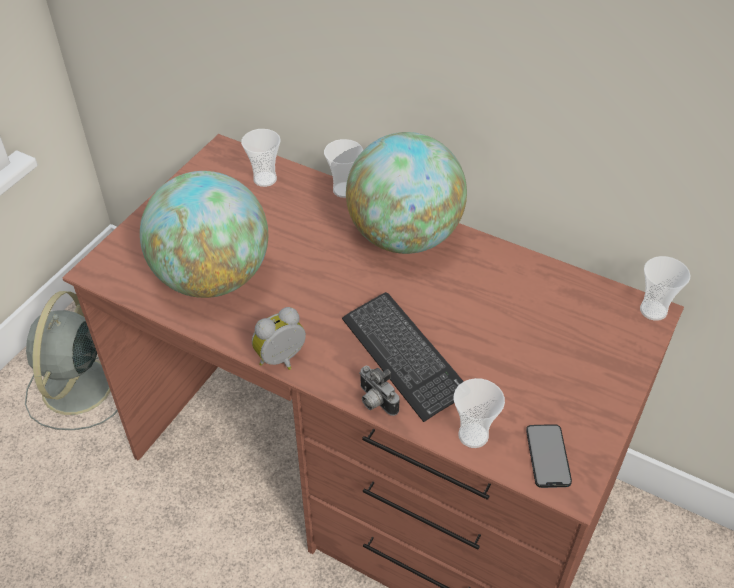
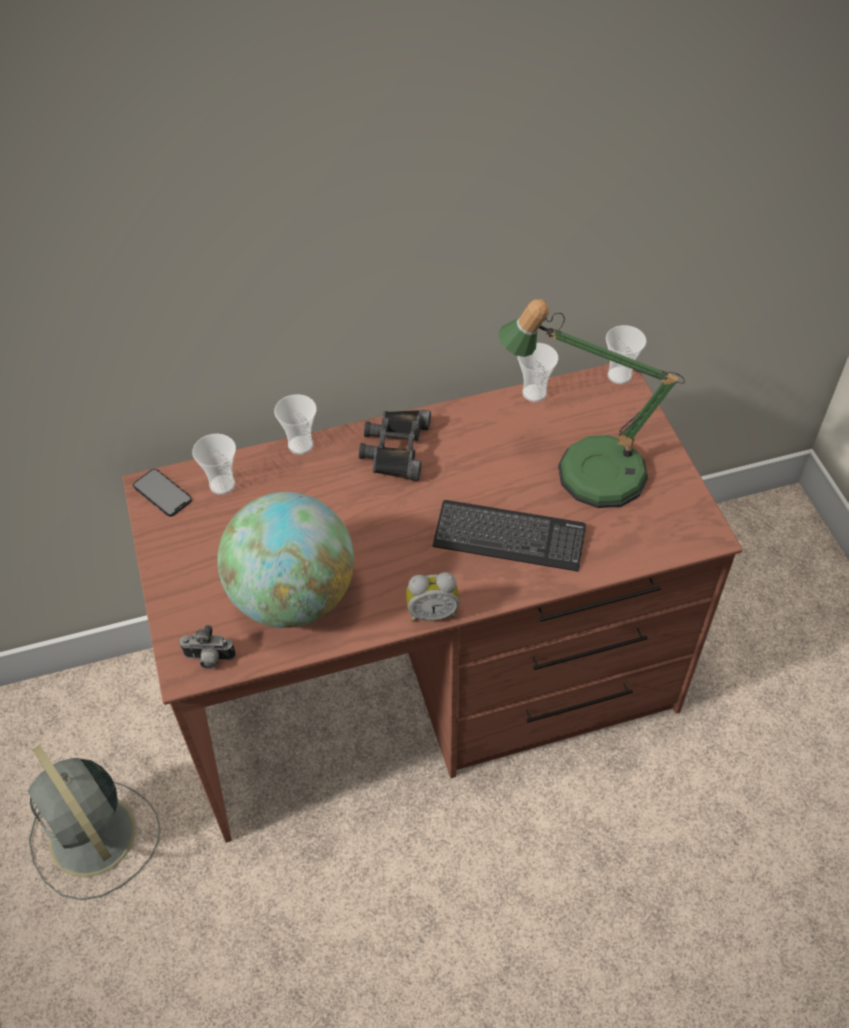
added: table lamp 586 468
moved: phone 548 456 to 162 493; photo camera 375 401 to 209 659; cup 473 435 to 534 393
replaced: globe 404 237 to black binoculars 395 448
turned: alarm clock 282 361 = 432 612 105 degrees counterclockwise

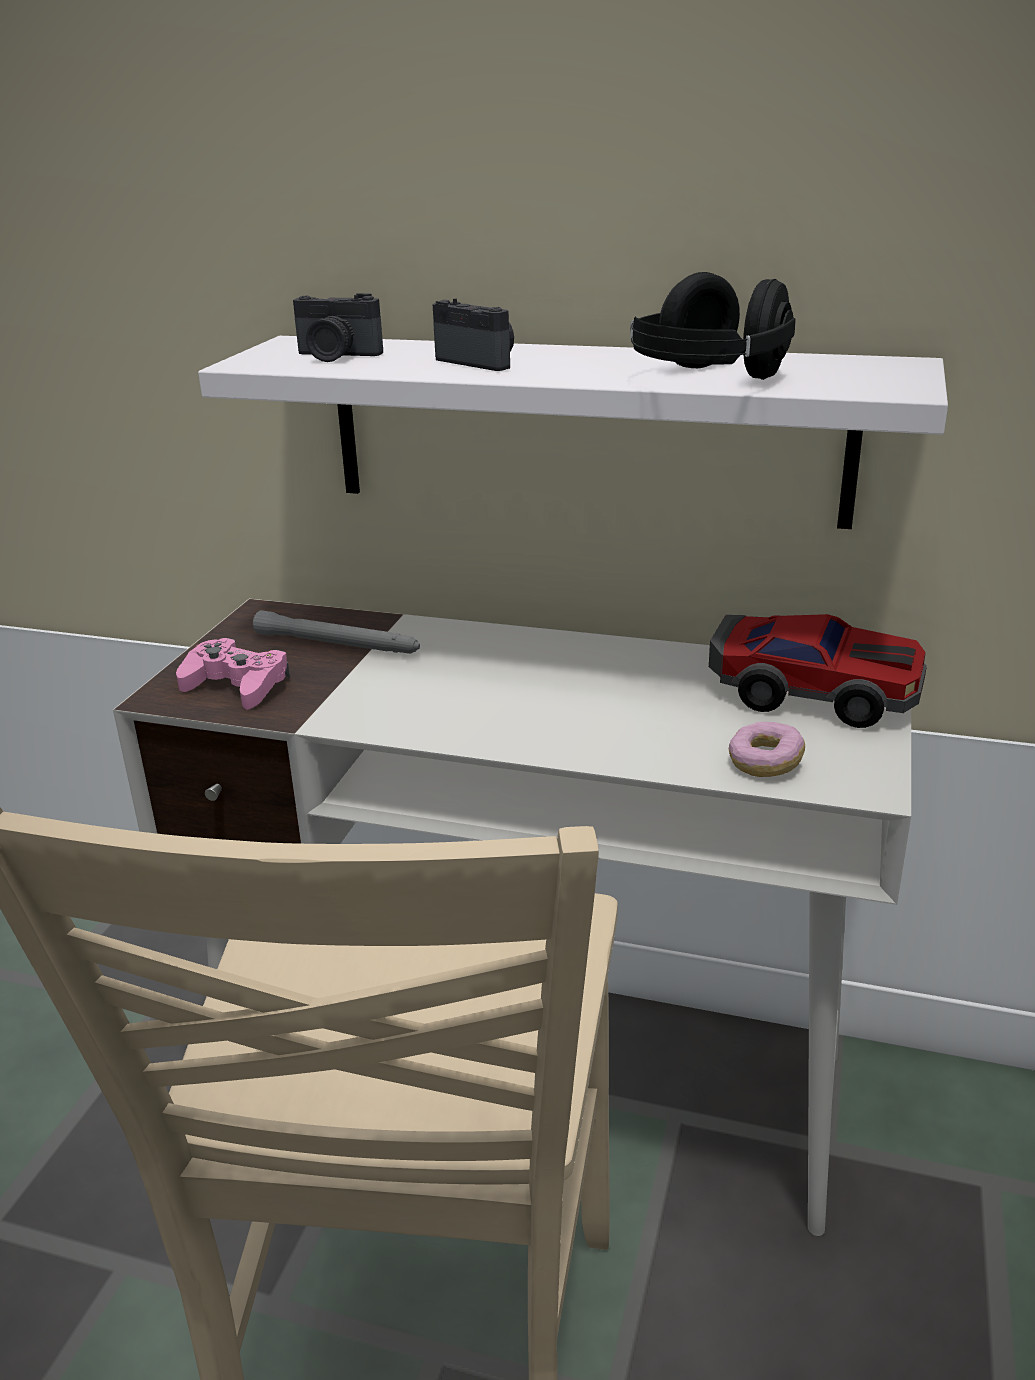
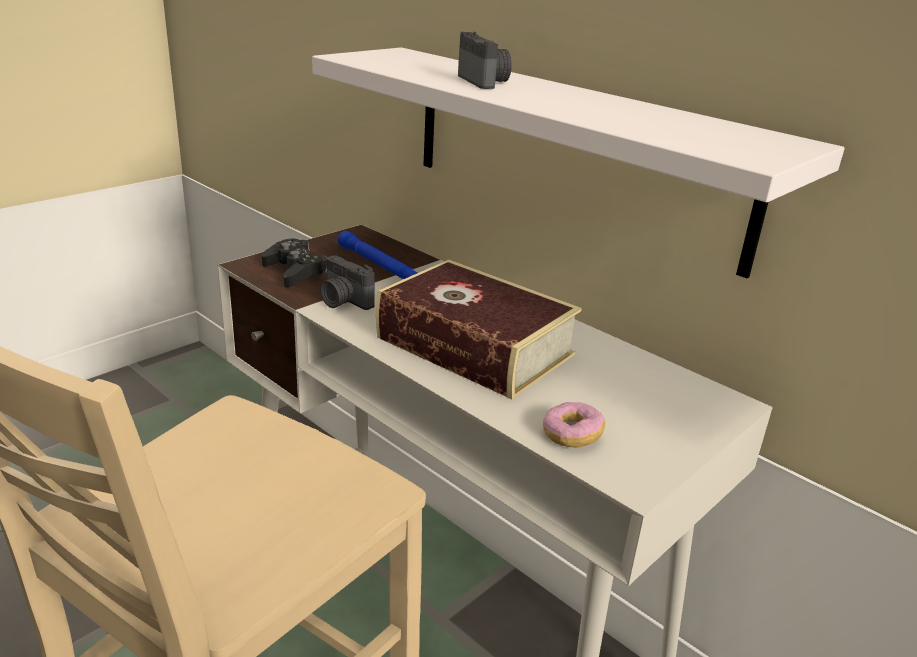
removed: black headphones 709 379; toy car 814 691
added: book 474 346
moved: photo camera 336 356 to 343 301
recoloured: pink game controller 236 685 to black game controller 295 271; grey flashlight 338 644 to blue flashlight 379 266

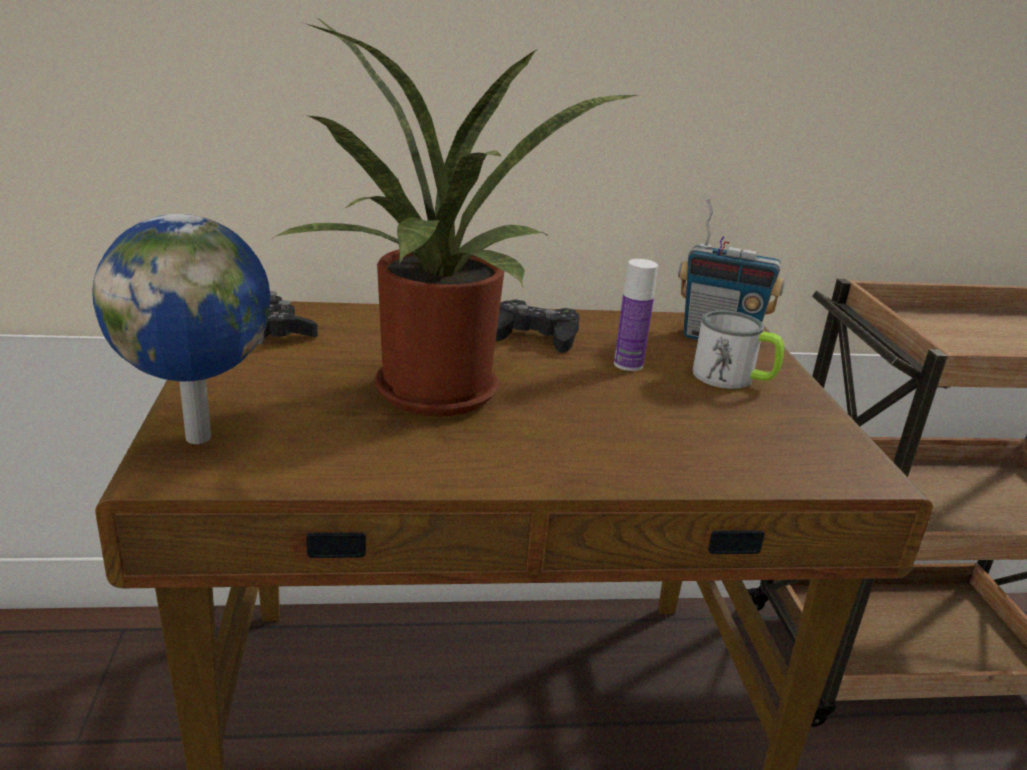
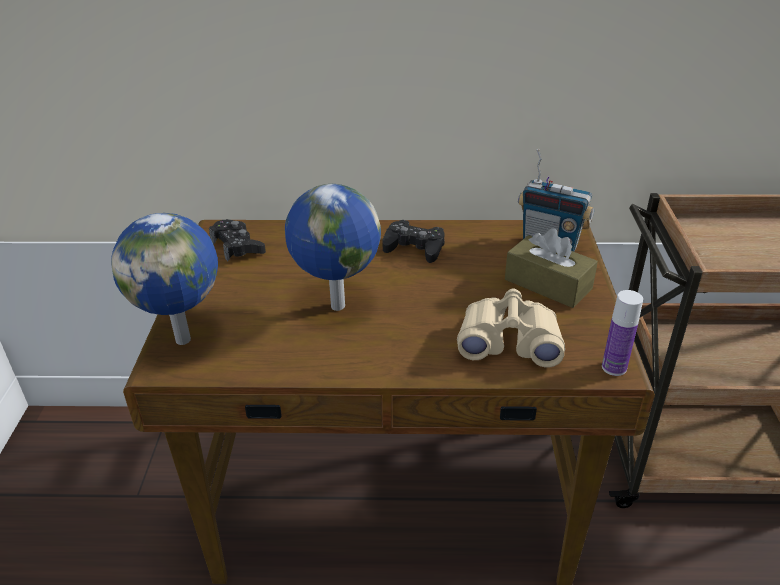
added: beige binoculars 509 341
moved: bottle 628 364 to 614 367
replaced: potted plant 437 399 to globe 336 306; mug 733 378 to brown tissue box 548 284

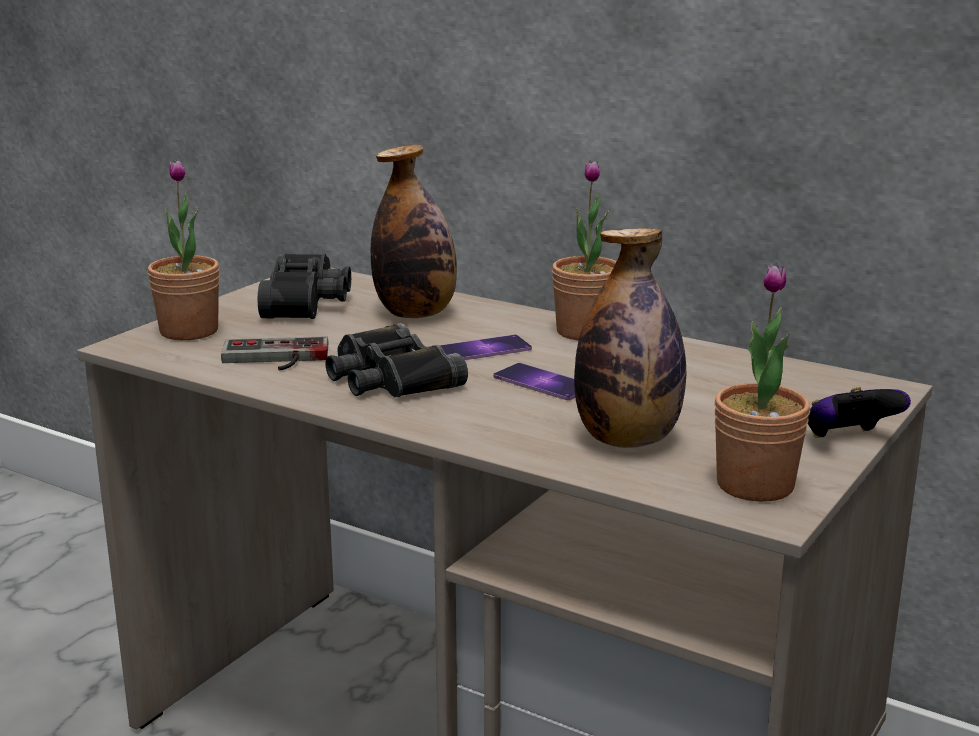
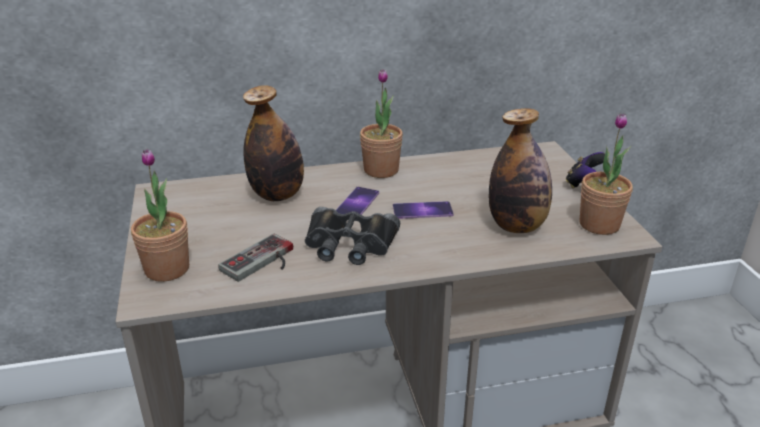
removed: black binoculars 309 304

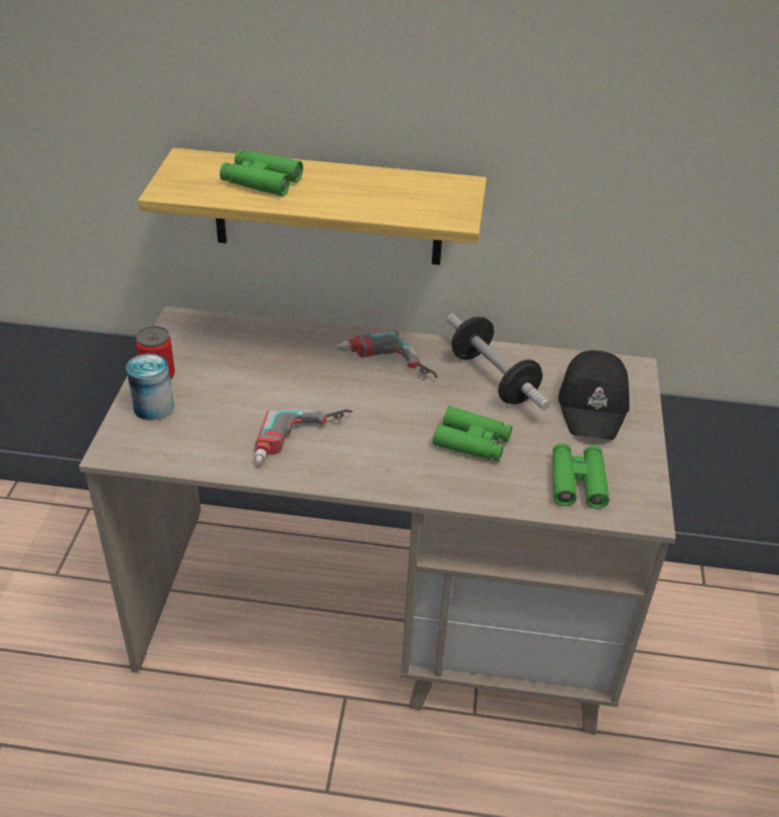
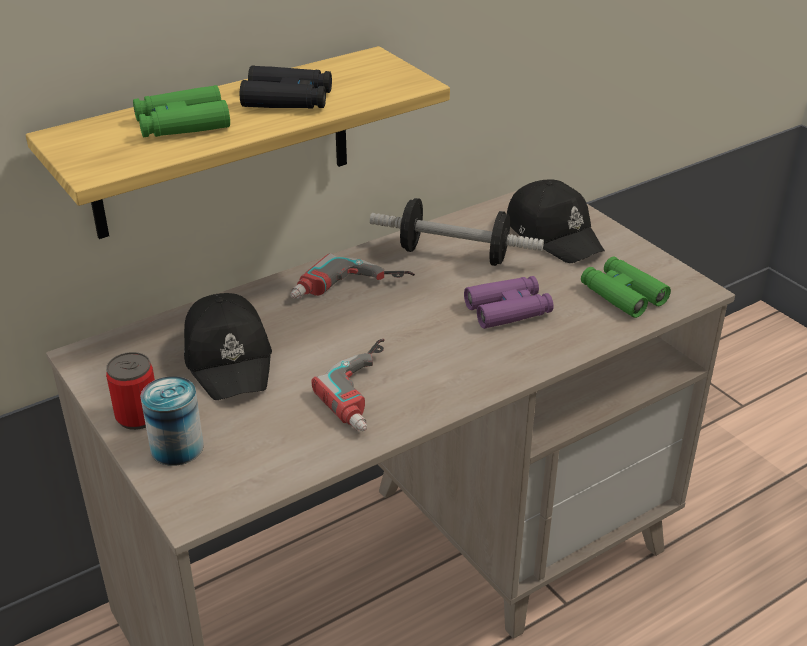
added: black cap 229 358; black binoculars 288 99
recoloured: green binoculars 472 442 to purple binoculars 508 310

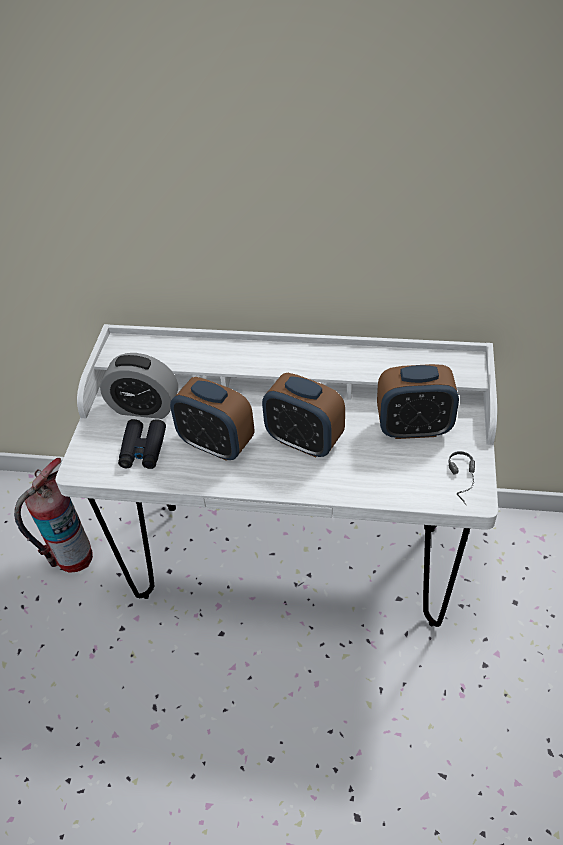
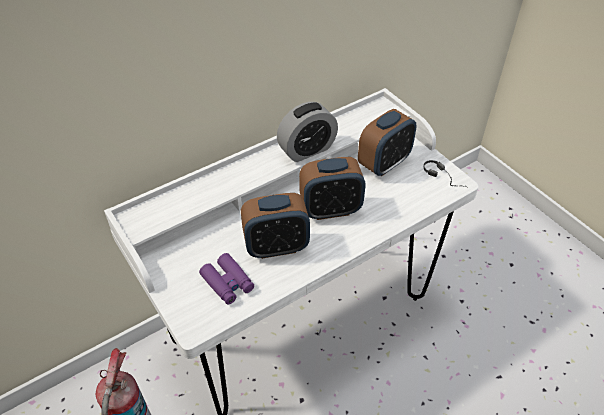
moved: alarm clock 144 407 to 307 150
recoloured: black binoculars 143 449 to purple binoculars 228 283

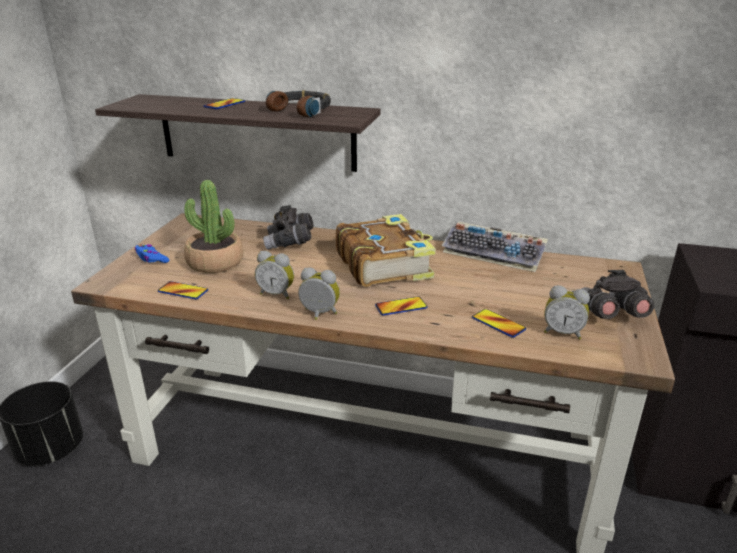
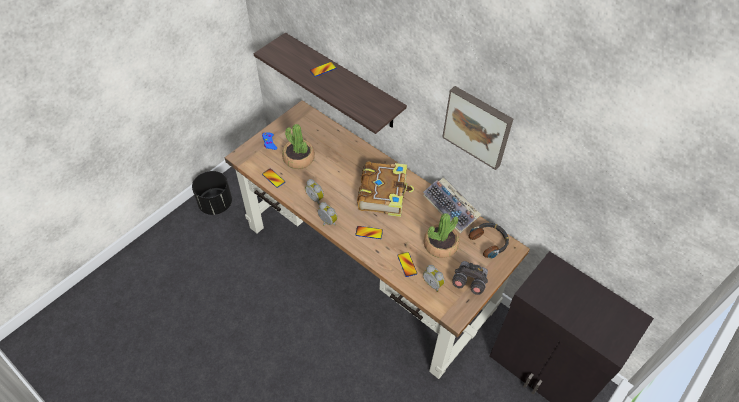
removed: grey binoculars 290 243
added: potted plant 440 245; picture 478 126
moved: headphones 301 110 to 489 241

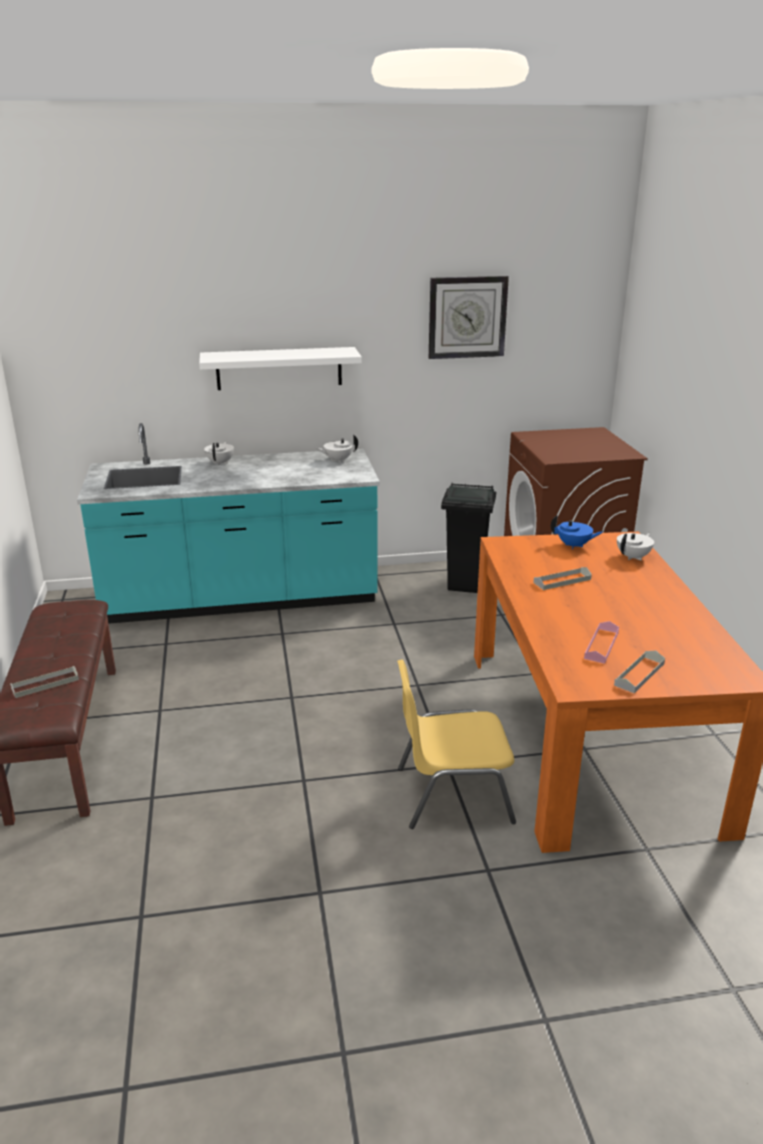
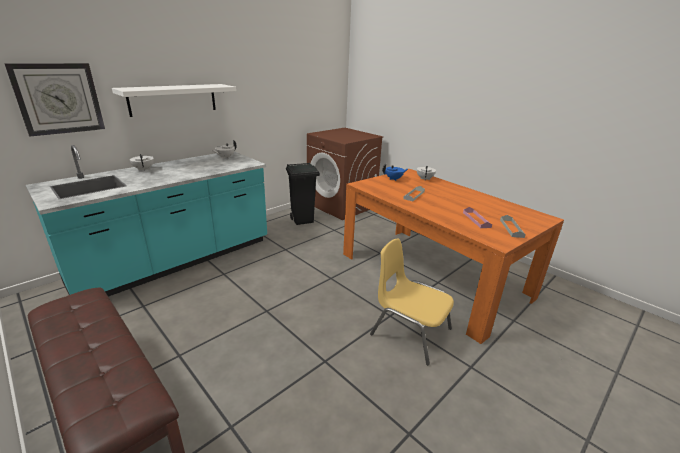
removed: grey tray 45 684
moved: wall clock 467 317 to 58 98
turned: yellow chair 451 794 = 409 331 75 degrees clockwise

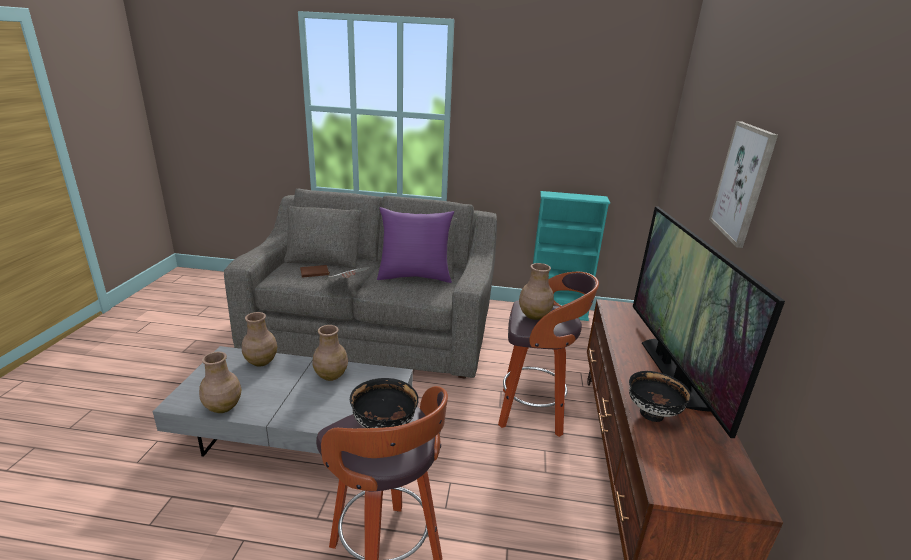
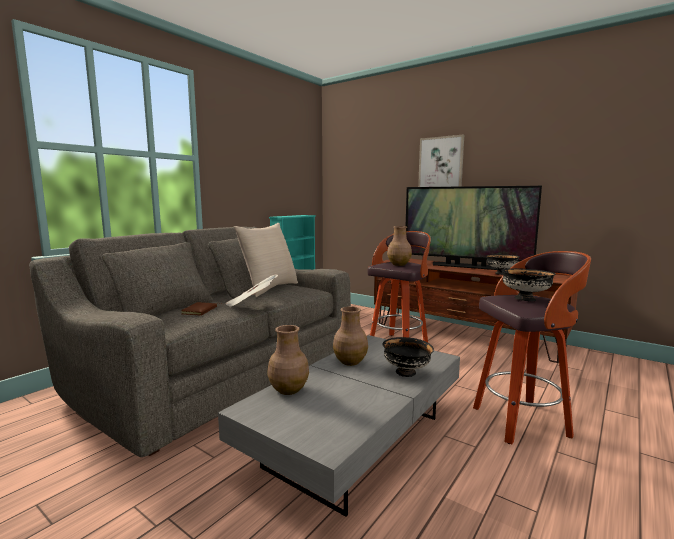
removed: brown vase 222 407
added: black bowl 407 372
recoloured: purple pillow 415 276 to beige pillow 269 288

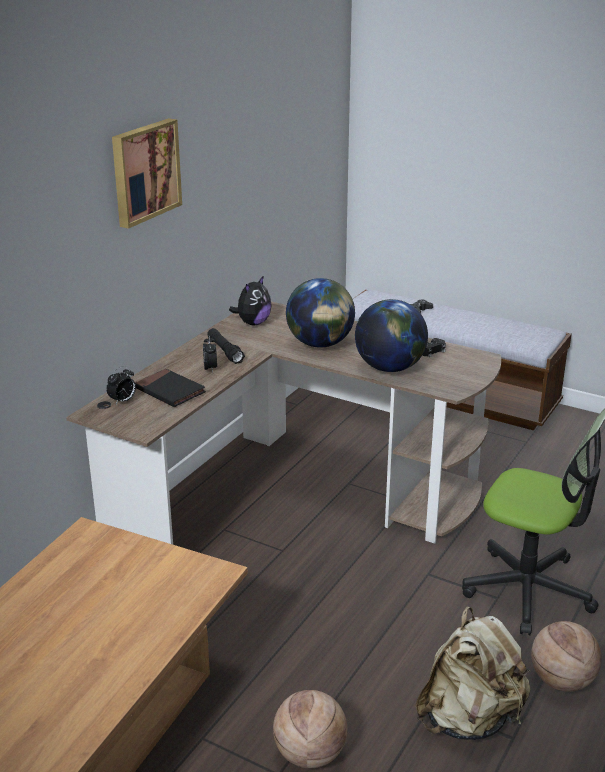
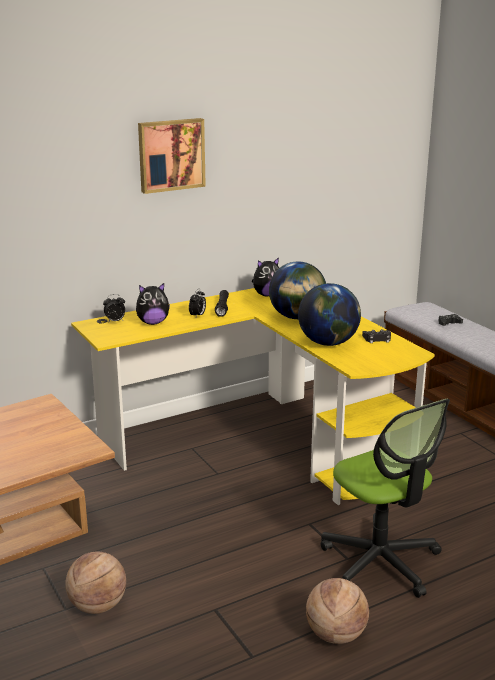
removed: beige backpack 469 719
replaced: black book 170 391 to plush toy 153 323
recoloured: brown desk 292 495 to yellow desk 263 441

